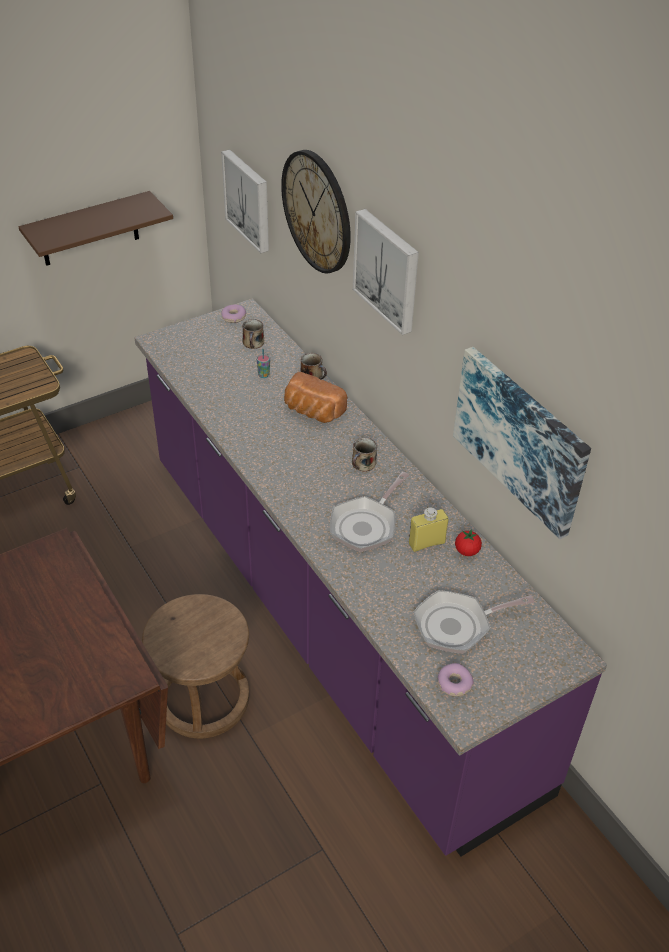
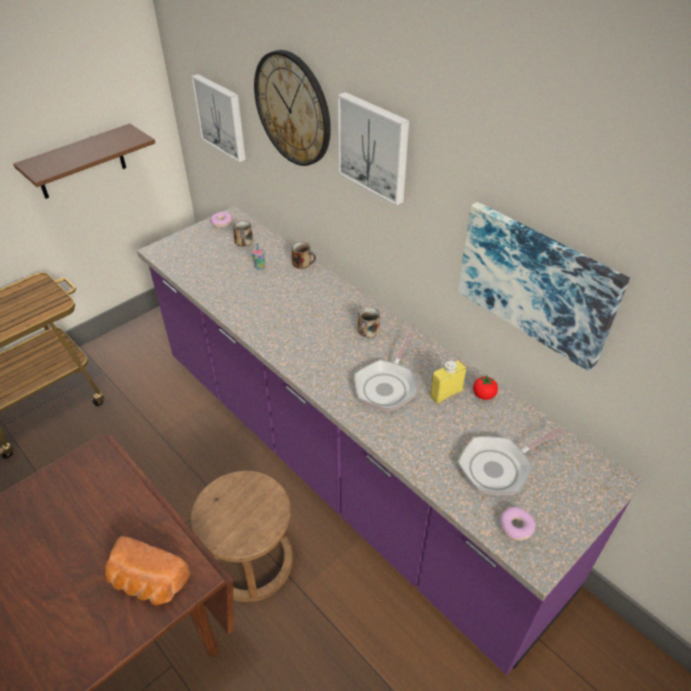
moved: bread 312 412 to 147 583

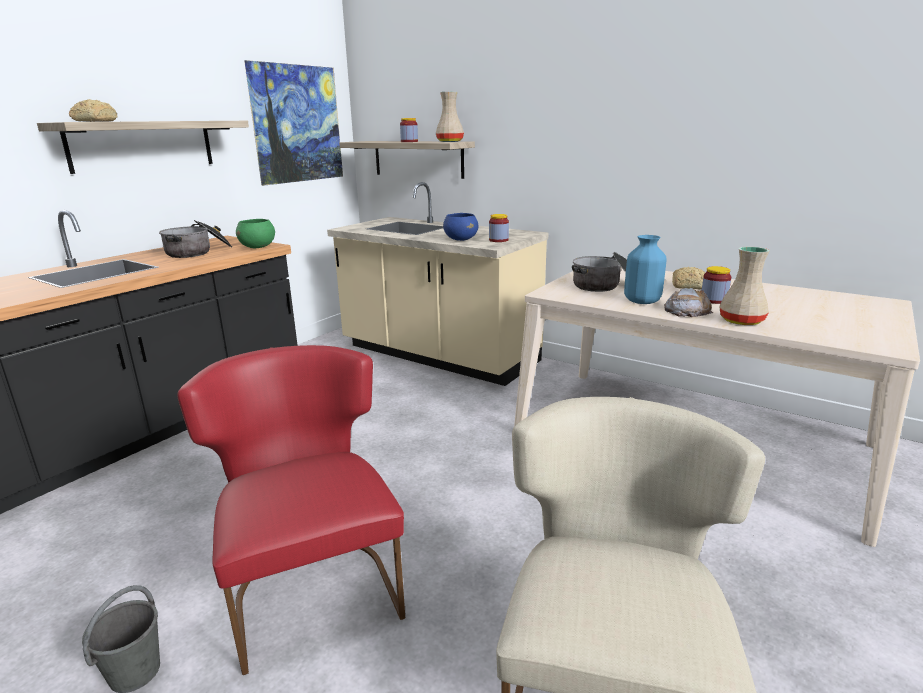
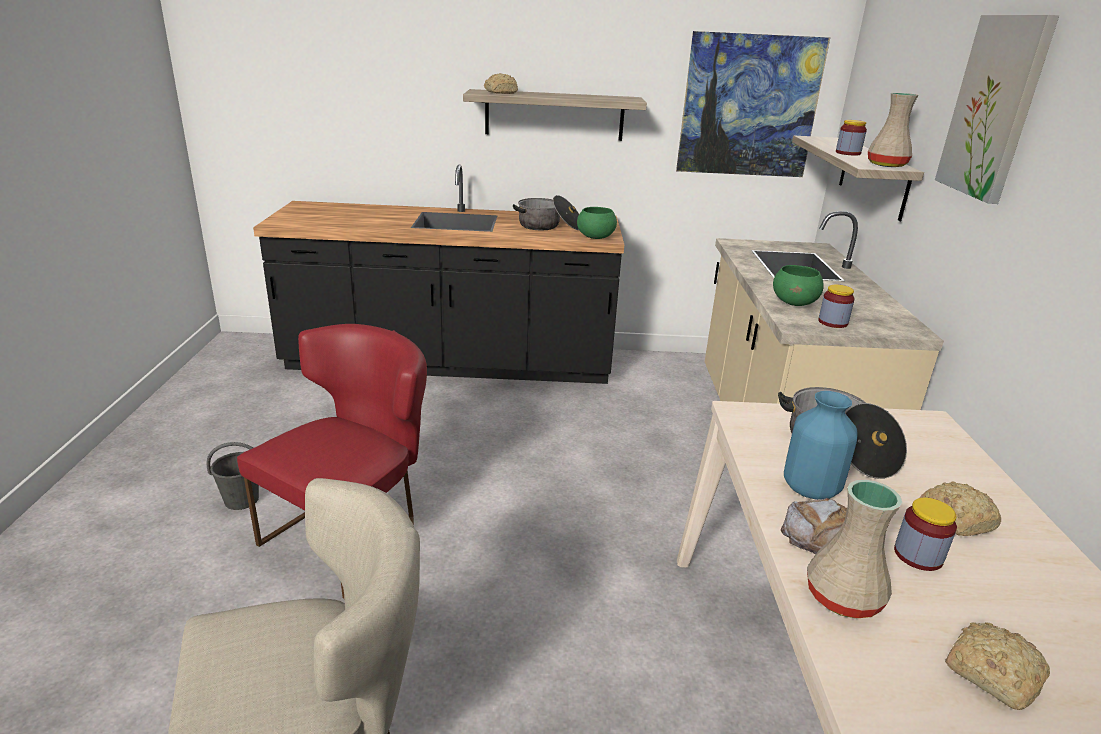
added: picture 994 108; bread 989 673
recoloured: blue bowl 461 239 to green bowl 794 303

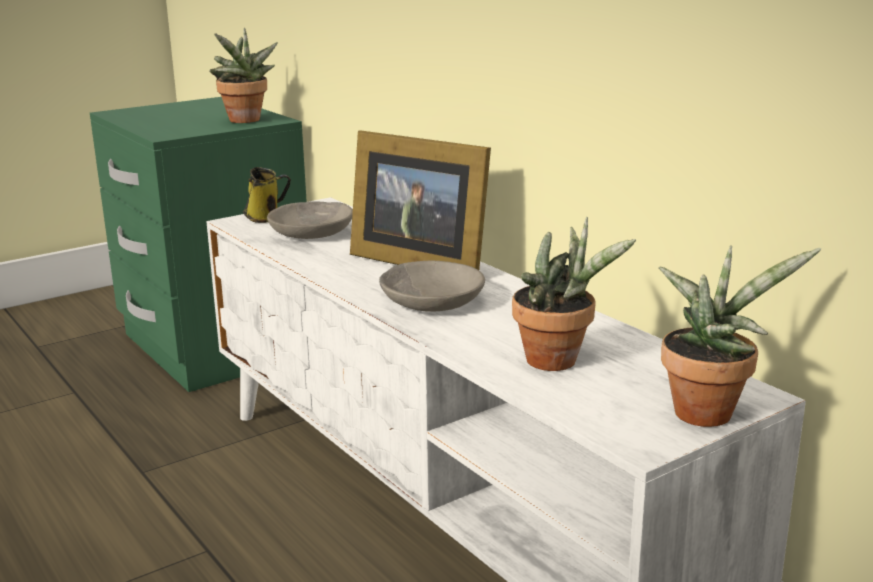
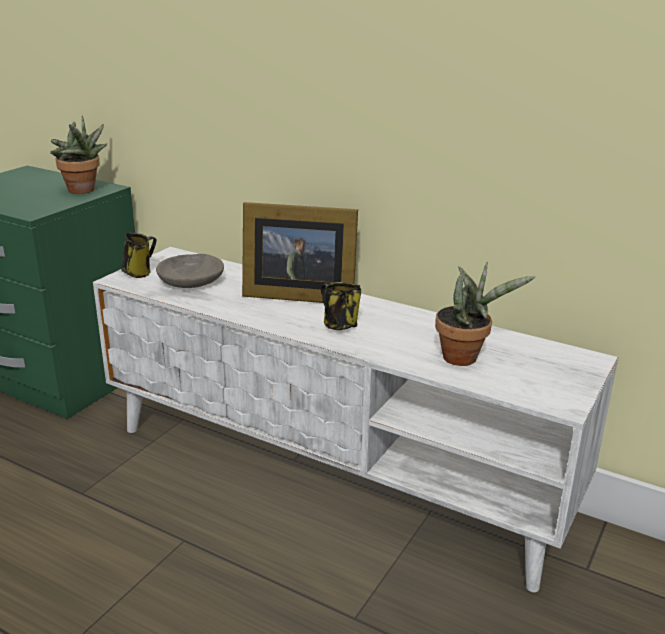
removed: potted plant 708 410
replaced: grey bowl 431 300 to mug 338 325

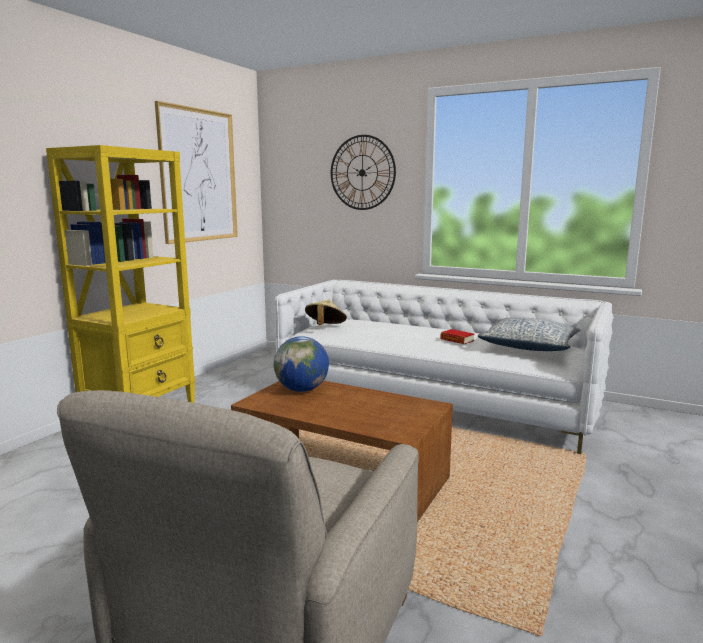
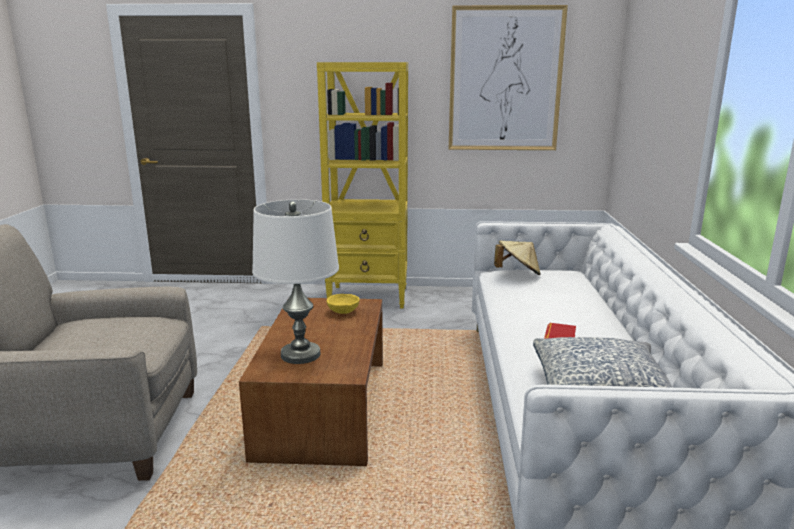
removed: wall clock 362 172
added: white table lamp 300 355
replaced: globe 302 390 to yellow bowl 343 311

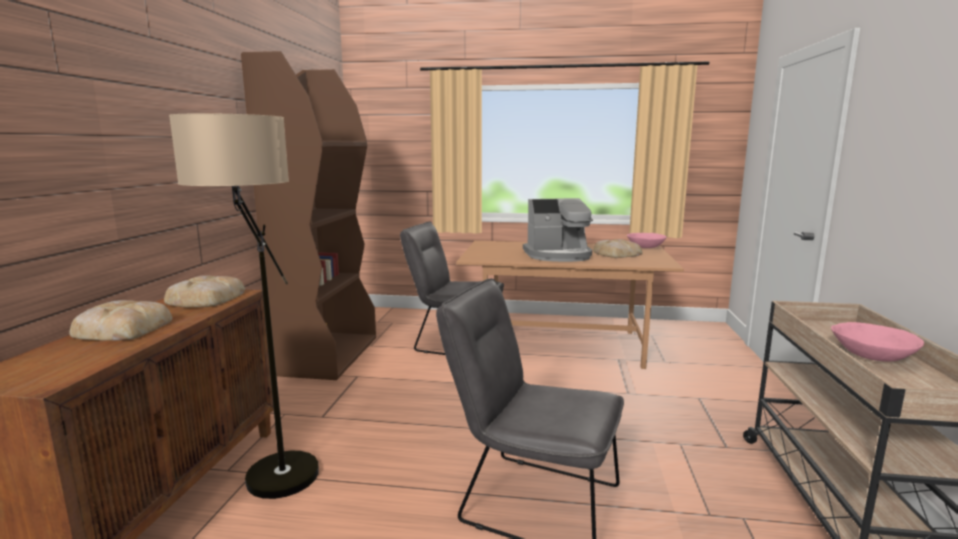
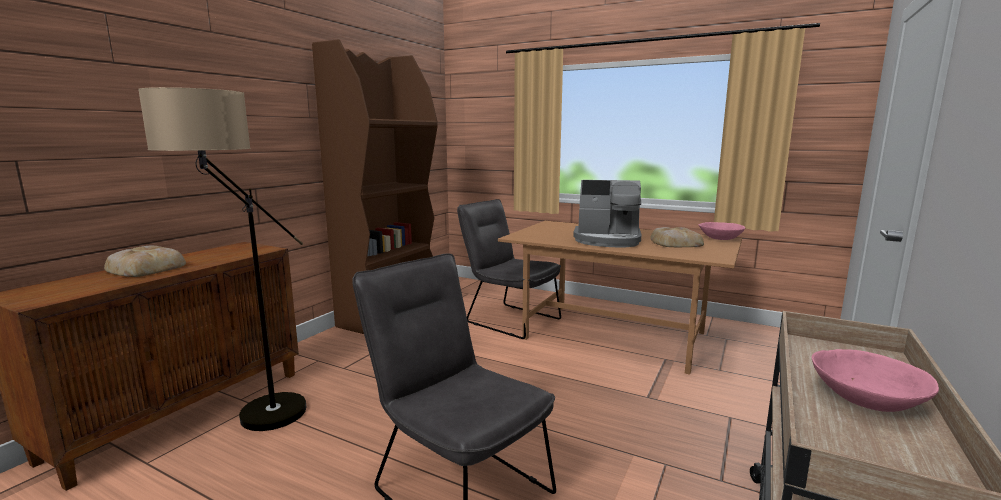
removed: bread 204 299

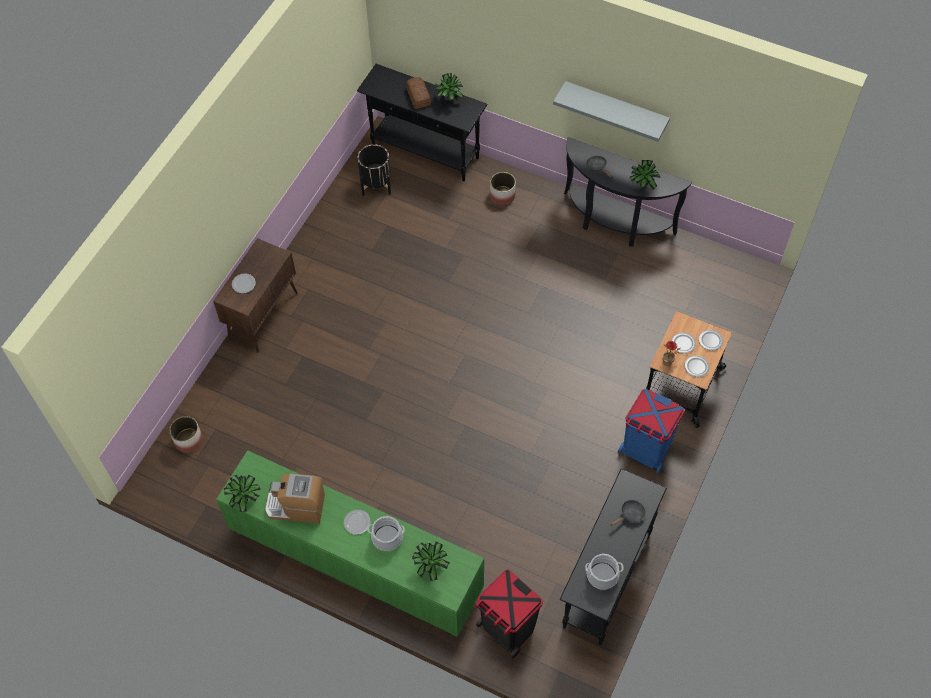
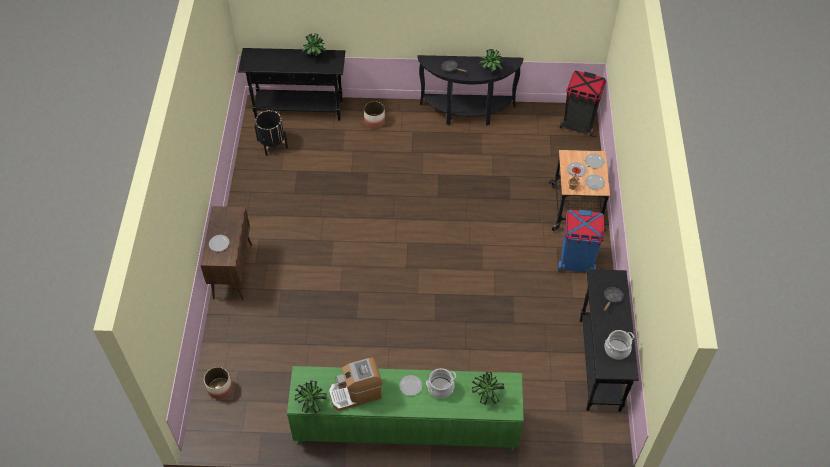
removed: bread 418 96; grey shelf 615 108
moved: black trash can 507 630 to 578 125

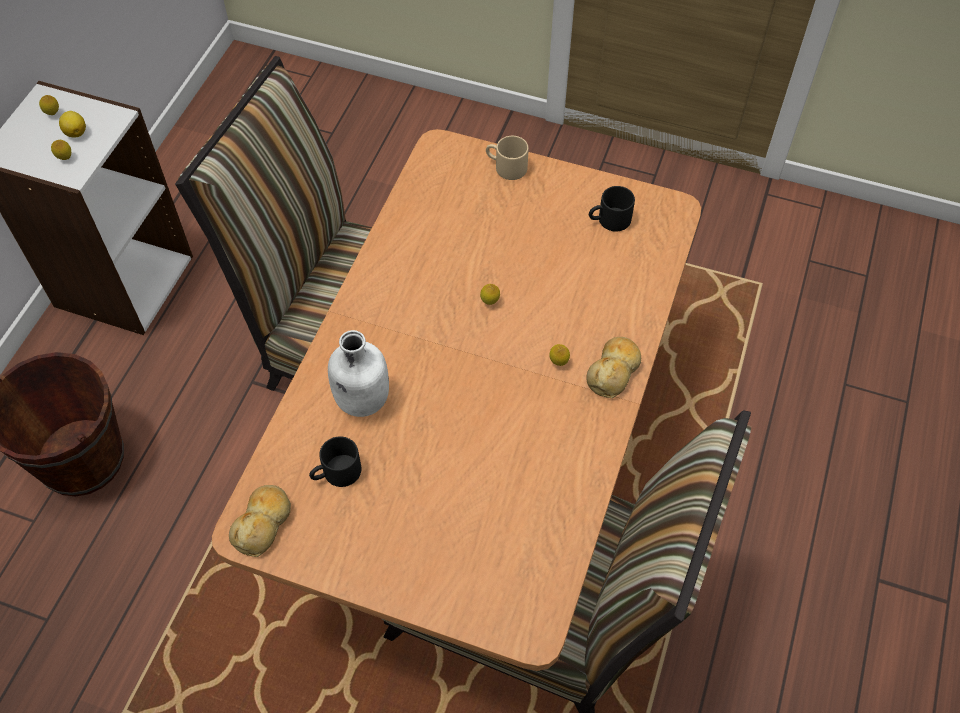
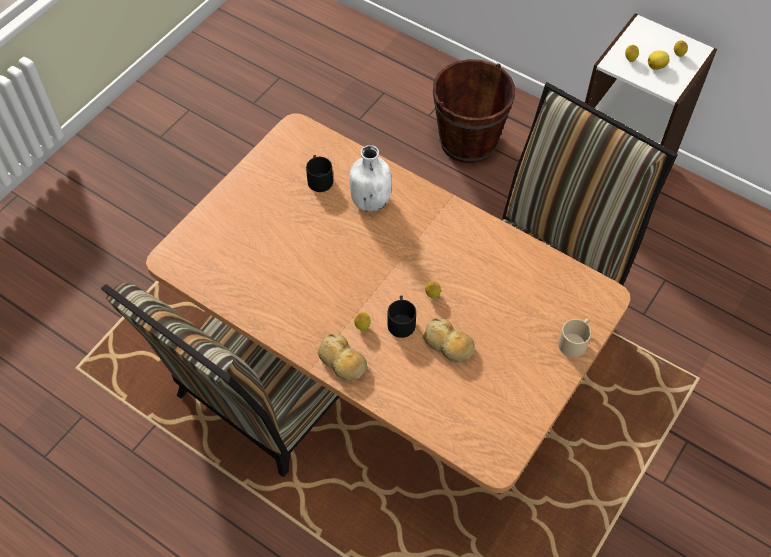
moved: black mug 609 221 to 400 321; bread 263 523 to 448 345

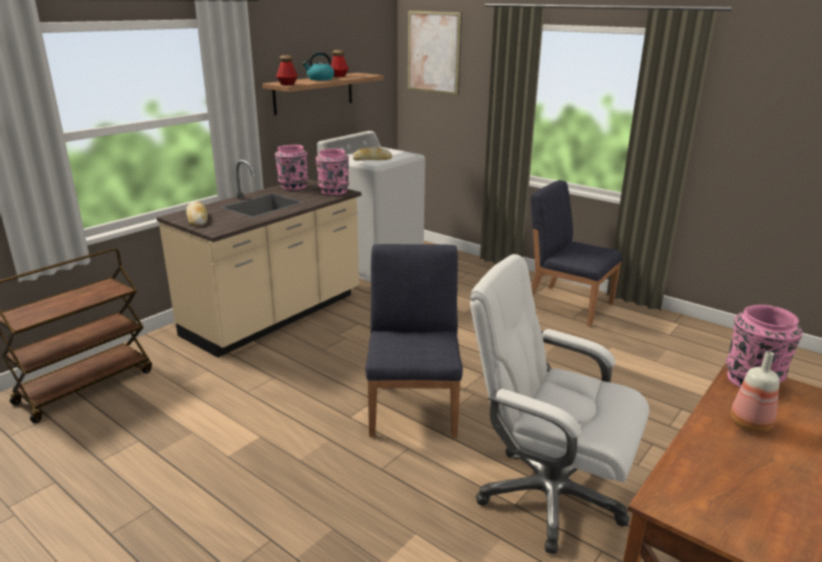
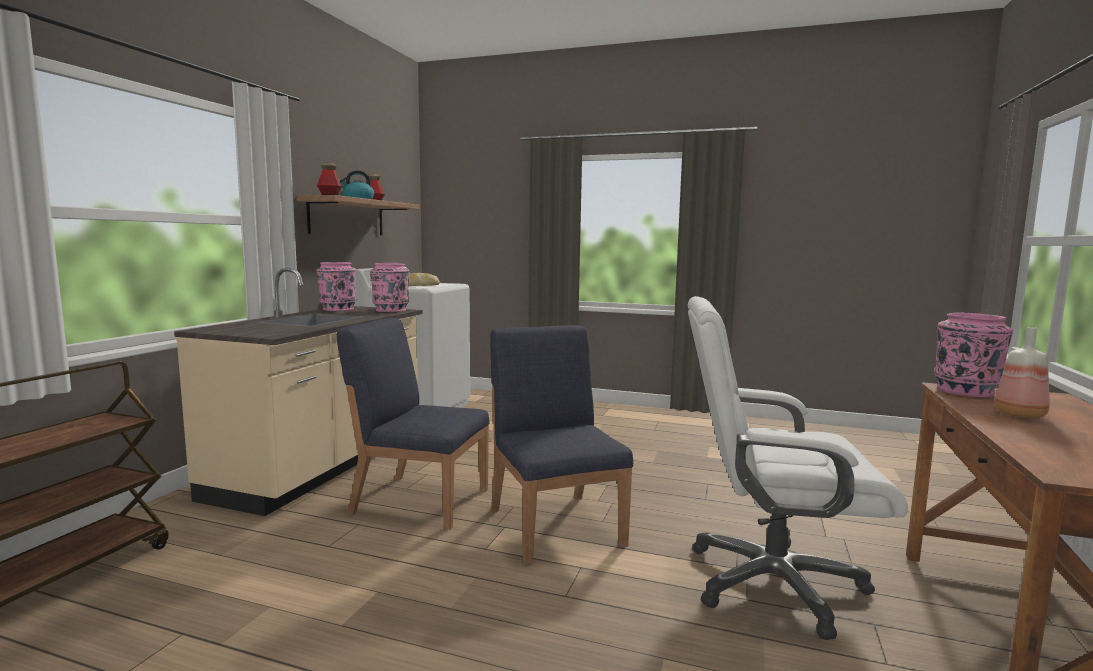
removed: bread 197 219; picture 433 52
moved: blue chair 567 305 to 419 500

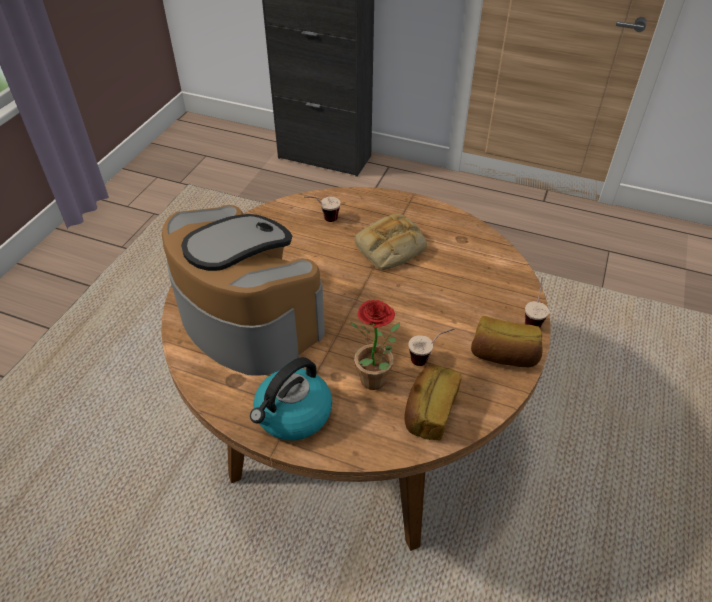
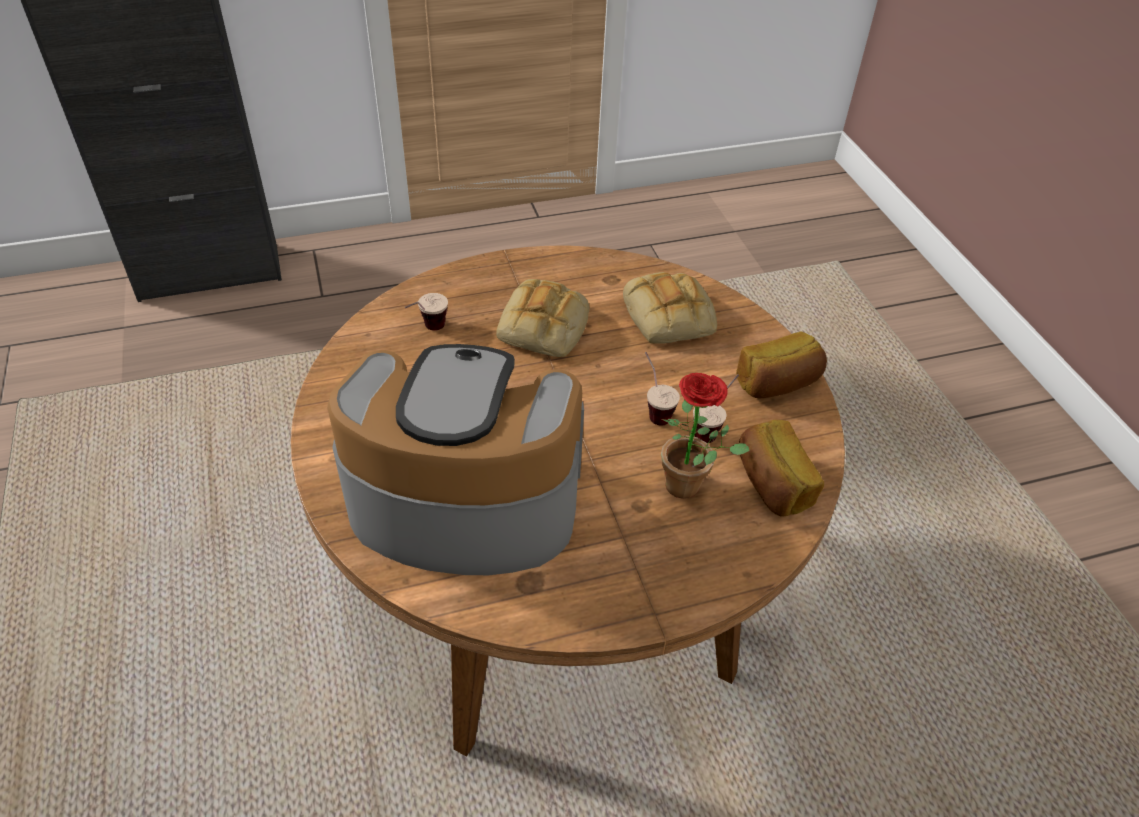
removed: kettle 293 415
added: bread 670 316
moved: cup 533 318 to 653 409

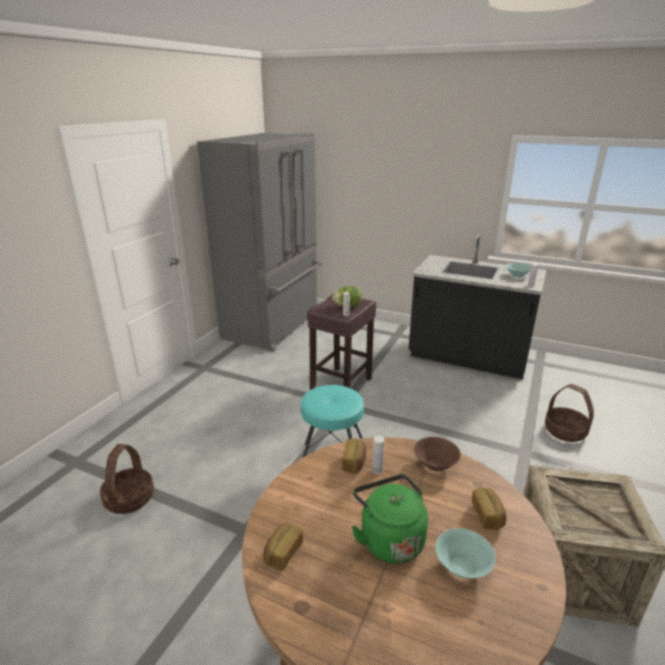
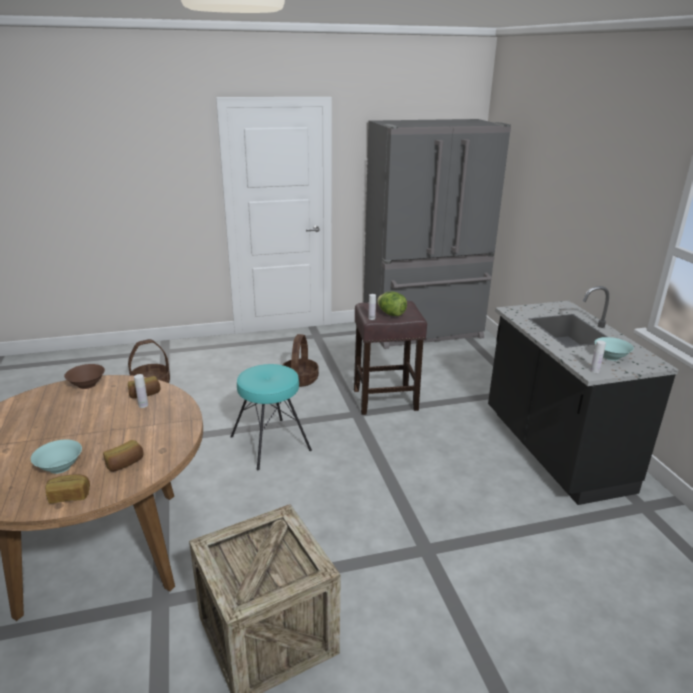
removed: green kettle 389 539
moved: bread 282 553 to 69 496; brown bowl 435 464 to 86 384; basket 565 431 to 300 379

